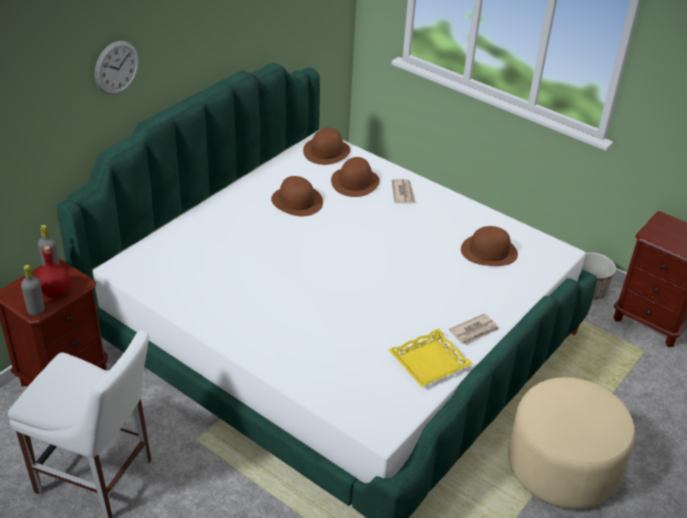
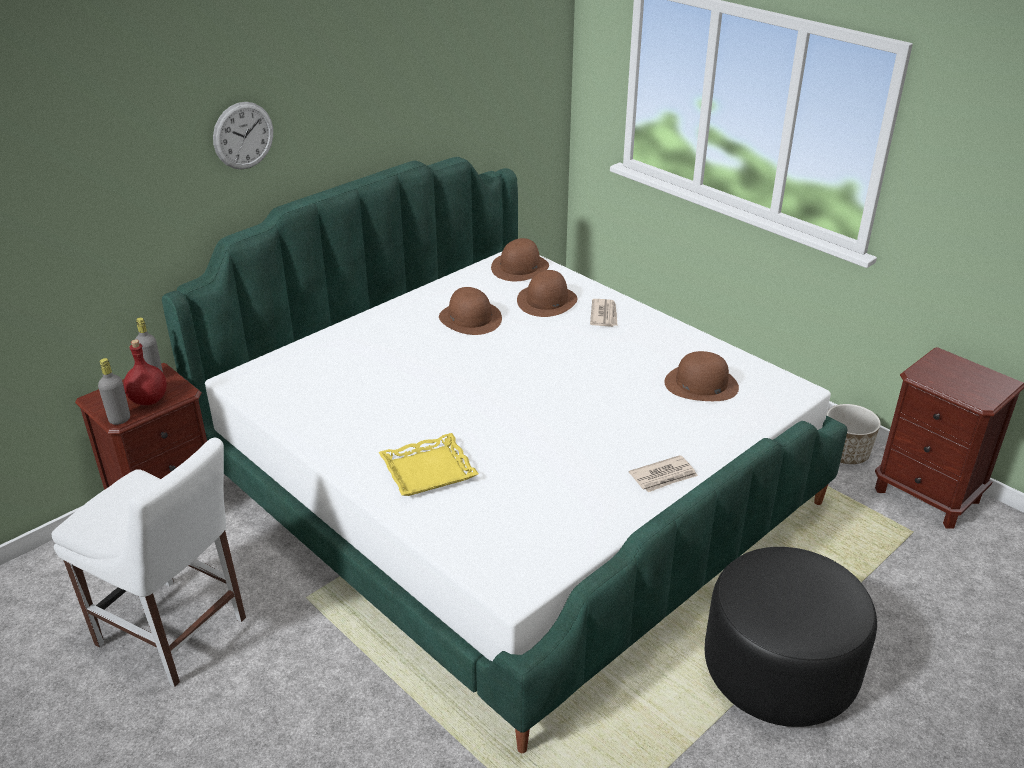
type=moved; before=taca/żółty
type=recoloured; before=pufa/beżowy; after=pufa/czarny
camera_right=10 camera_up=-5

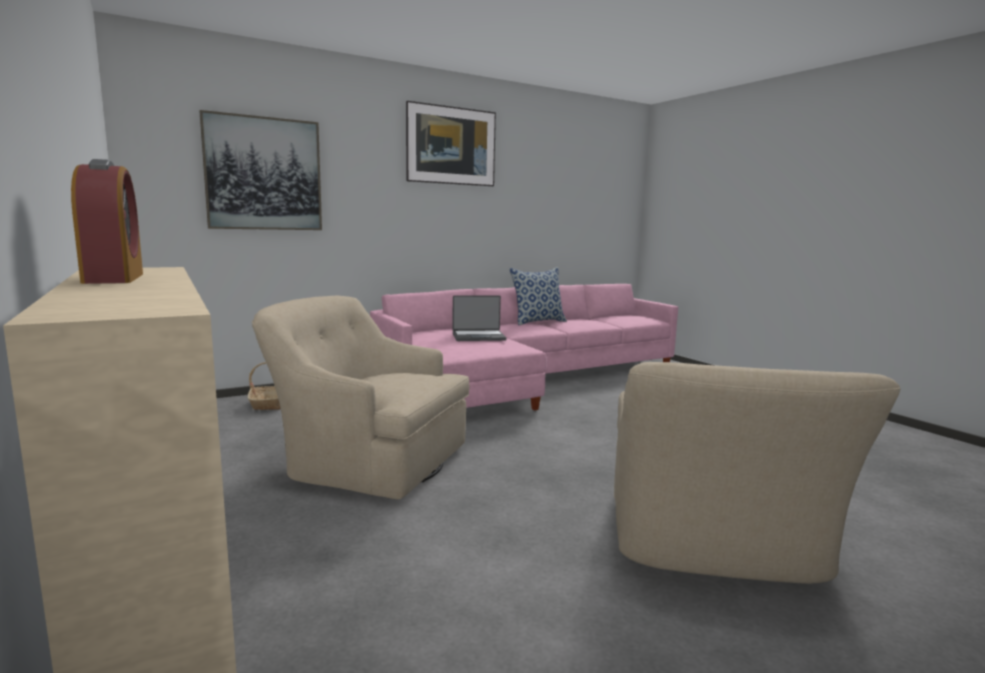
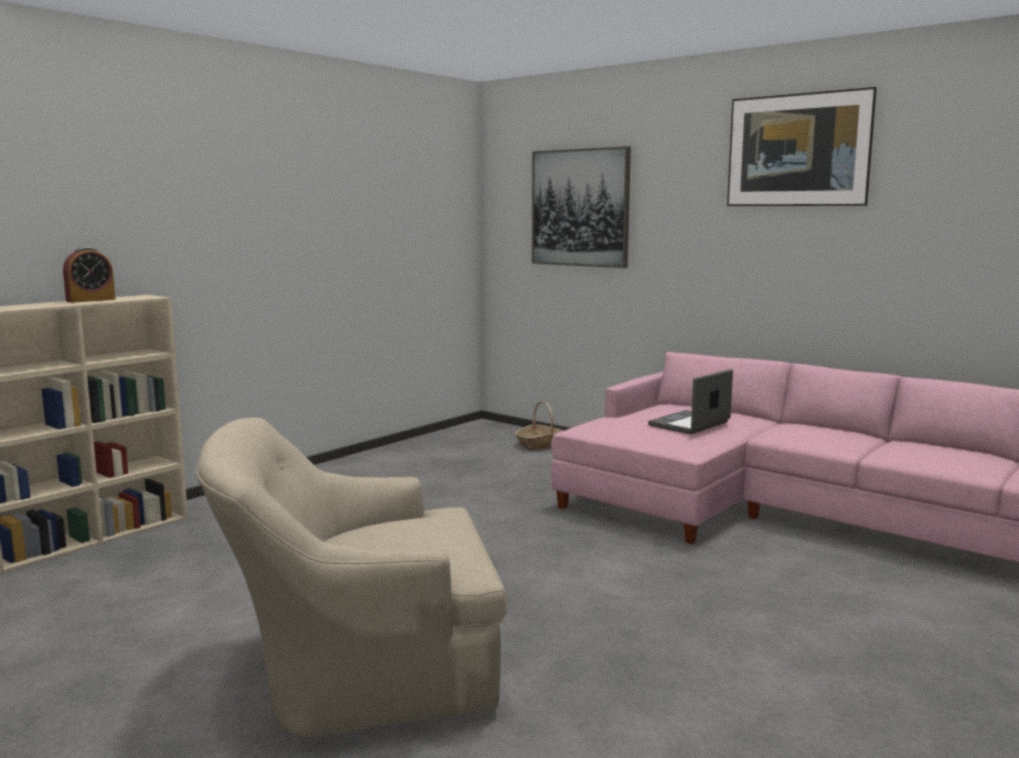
type=removed; before=fotel/beżowy (1st from left)
type=turned; before=laptop; turn=75
type=removed; before=poduszka
camera_right=70 camera_up=0

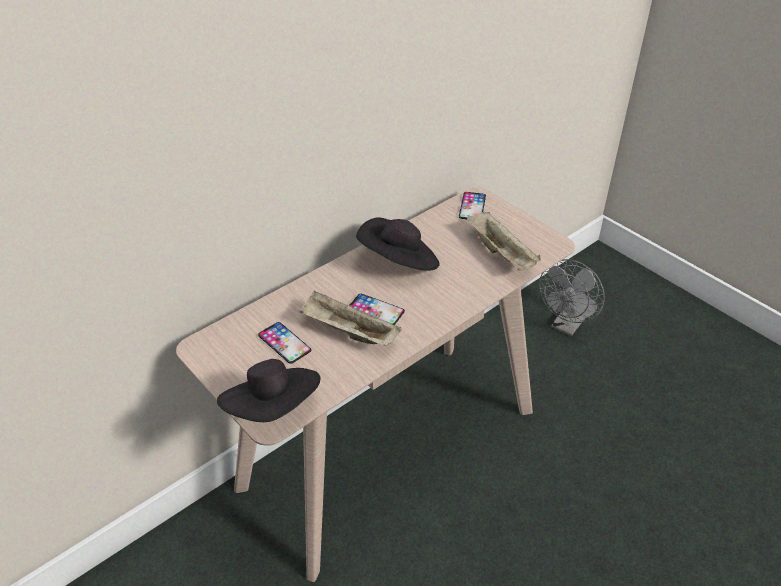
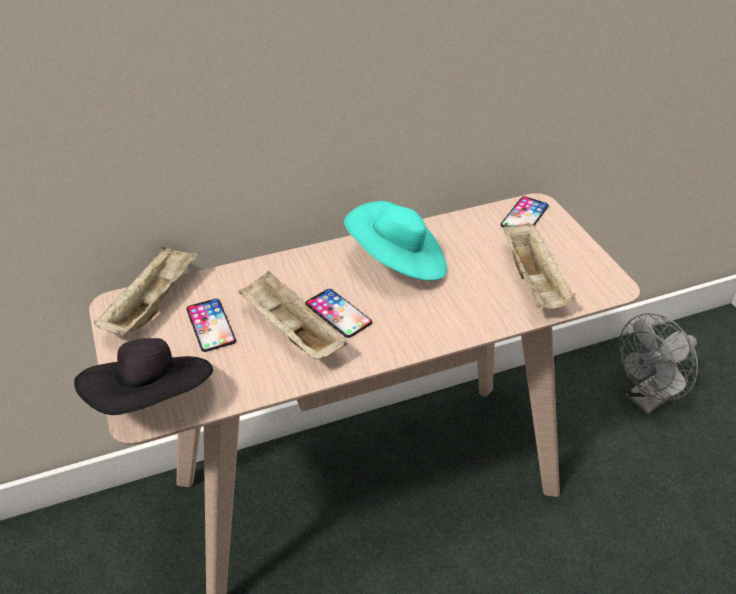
type=recoloured; before=kapelusz/czarny (2nd from left); after=kapelusz/turkusowy
type=added; after=taca/beżowy (1st from left)
camera_right=20 camera_up=0

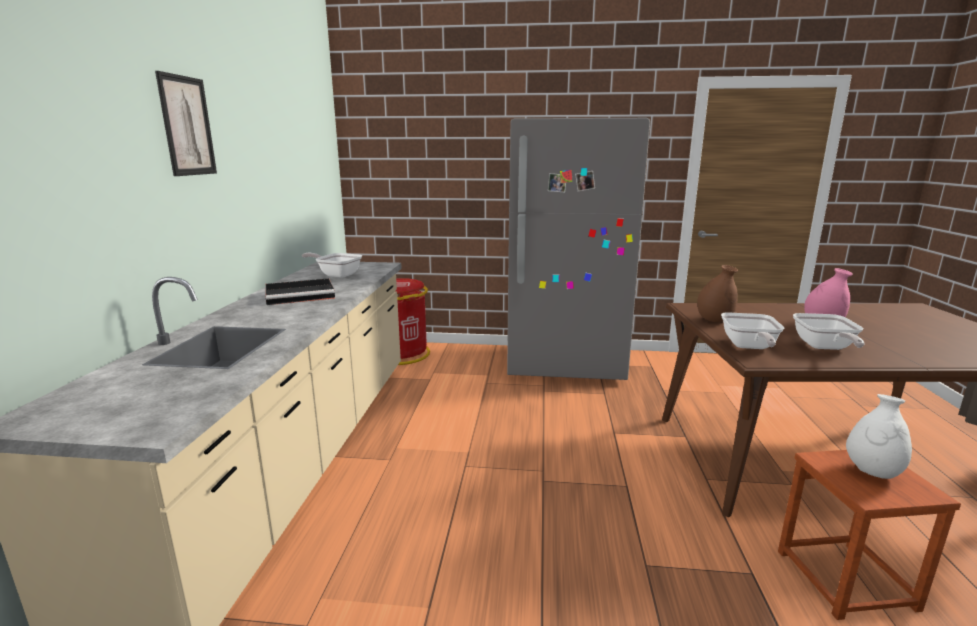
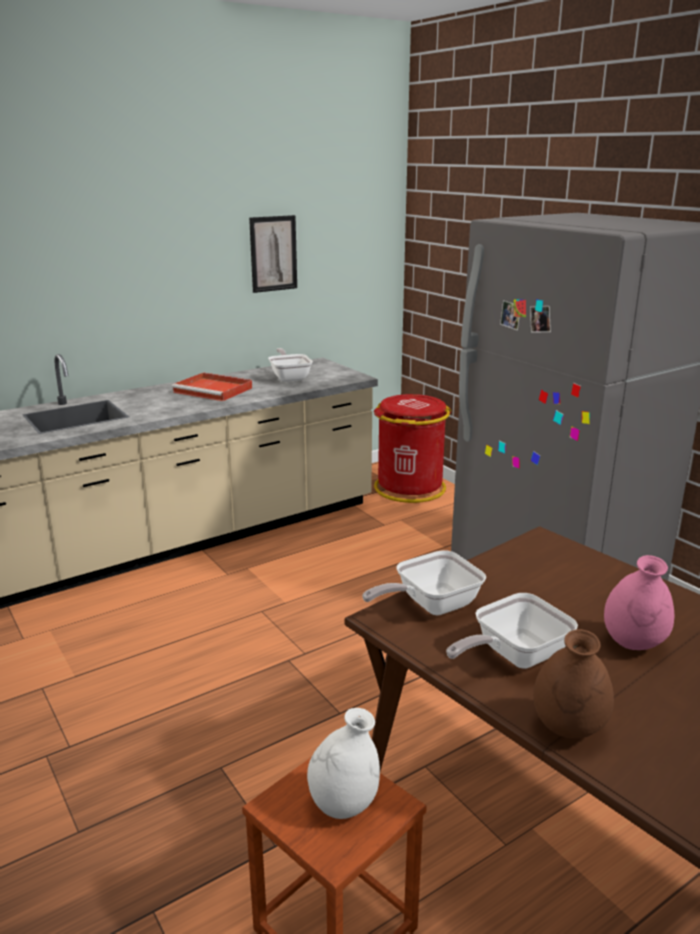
type=moved; before=obraz
type=recoloured; before=taca/czarny; after=taca/czerwony
type=moved; before=wazon/brązowy
camera_right=50 camera_up=5

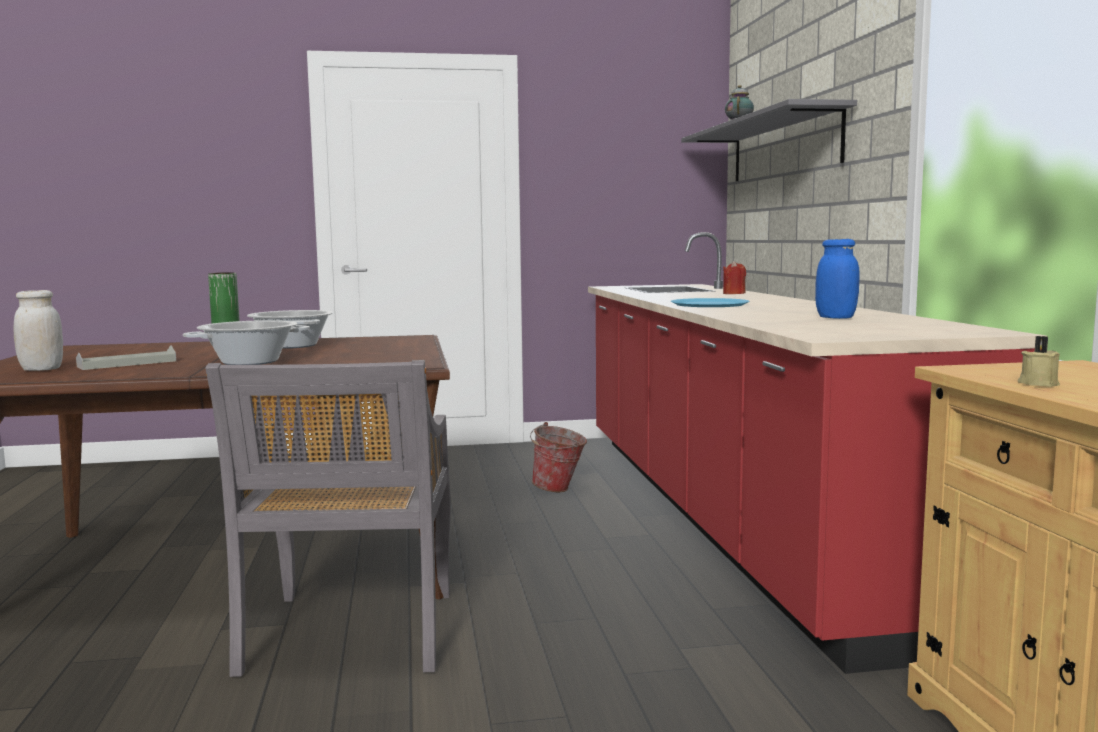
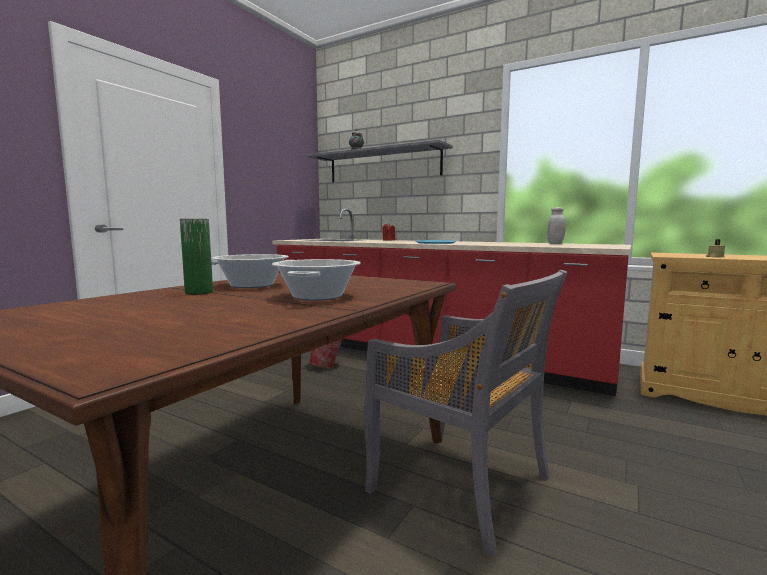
type=moved; before=słoik/biały
type=removed; before=taca/szary
type=removed; before=słoik/niebieski
camera_right=-50 camera_up=0

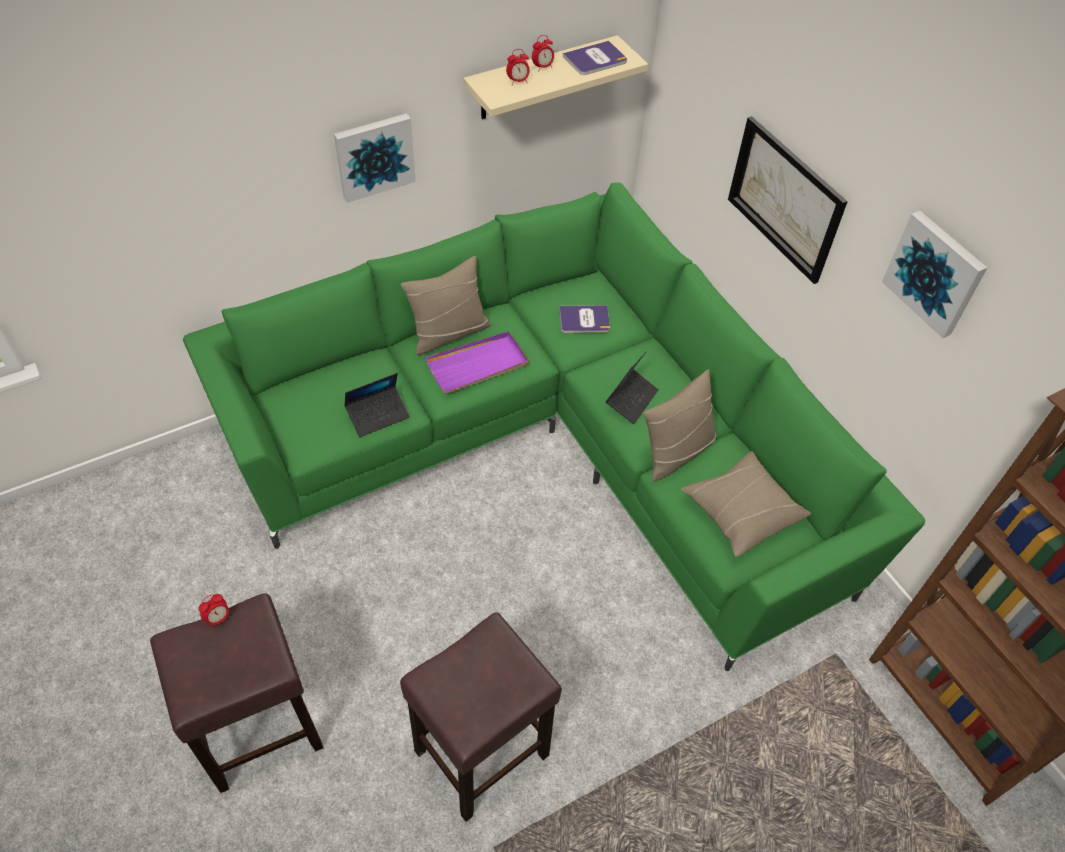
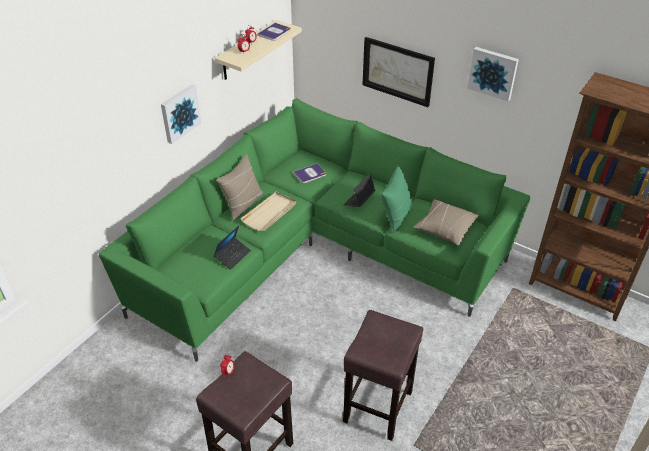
type=recoloured; before=taca/fioletowy; after=taca/beżowy
type=turned; before=laptop (2nd from left); turn=-150
type=recoloured; before=poduszka/beżowy (2nd from left); after=poduszka/zielony
camera_right=-25 camera_up=-10

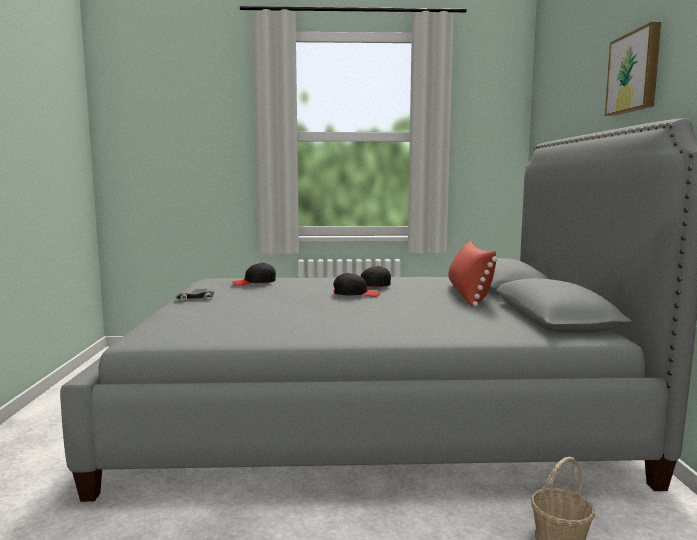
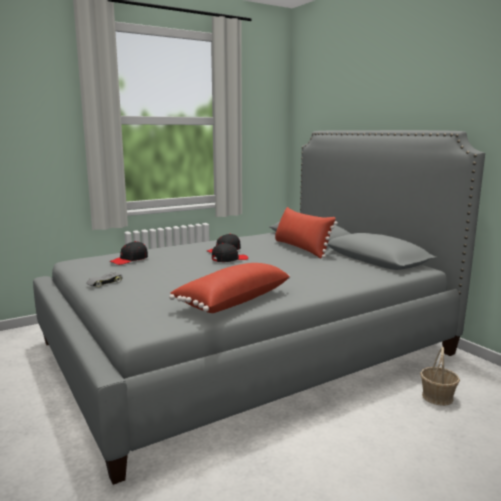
type=removed; before=obraz
type=added; after=poduszka/czerwony (1st from left)
camera_right=-30 camera_up=5

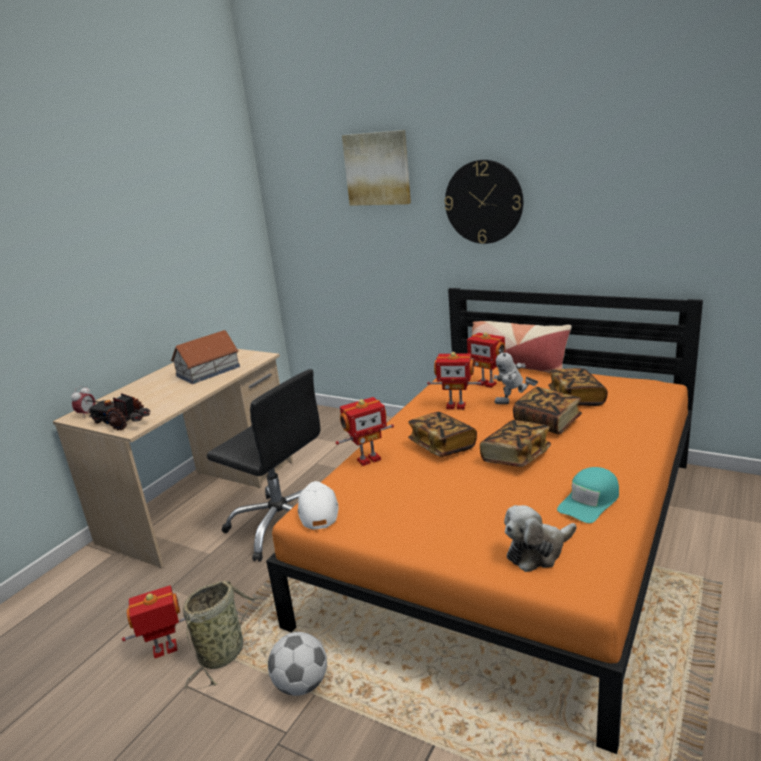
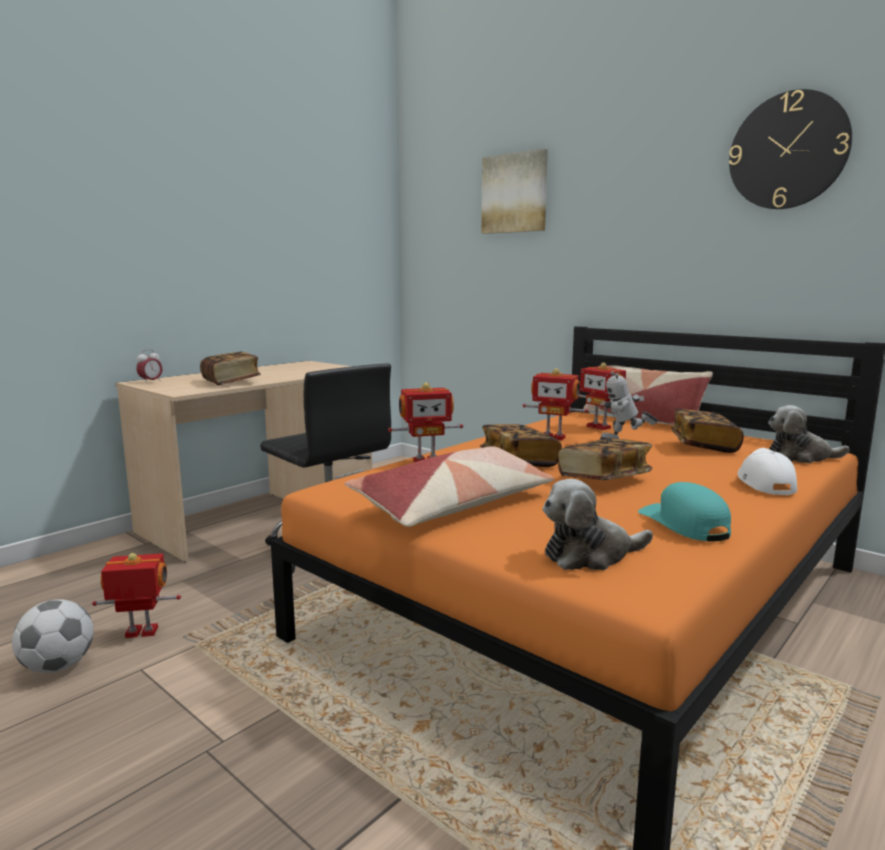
type=removed; before=ciężarówka zabawkowa
type=removed; before=domek
type=removed; before=koszyk
type=moved; before=piłka futbolowa
type=moved; before=czapka z daszkiem/biały
type=moved; before=zegar ścienny
type=moved; before=książka (3rd from left in the first image); after=książka (1st from left)
type=turned; before=czapka z daszkiem/turkusowy; turn=105
type=added; after=poduszka (1st from left)
type=added; after=pluszak (2nd from left)
camera_right=10 camera_up=-10

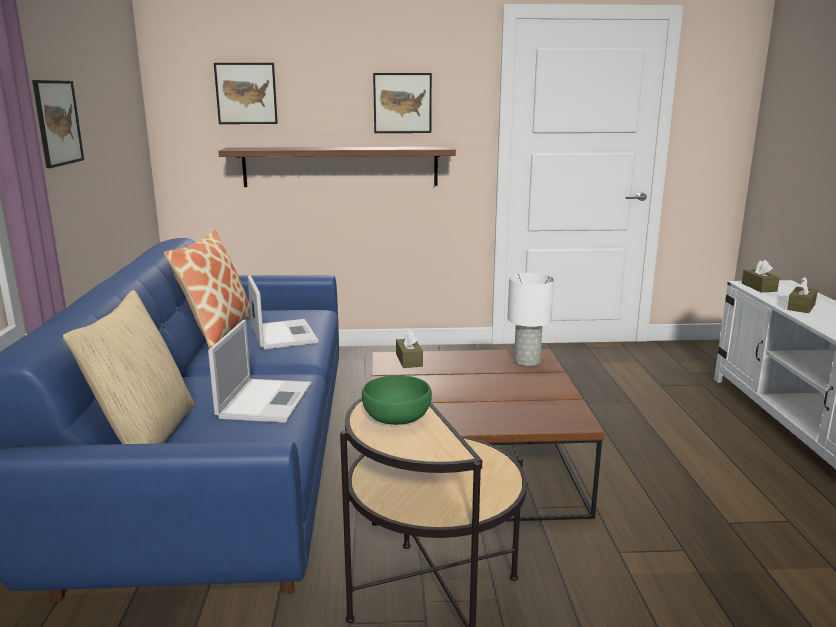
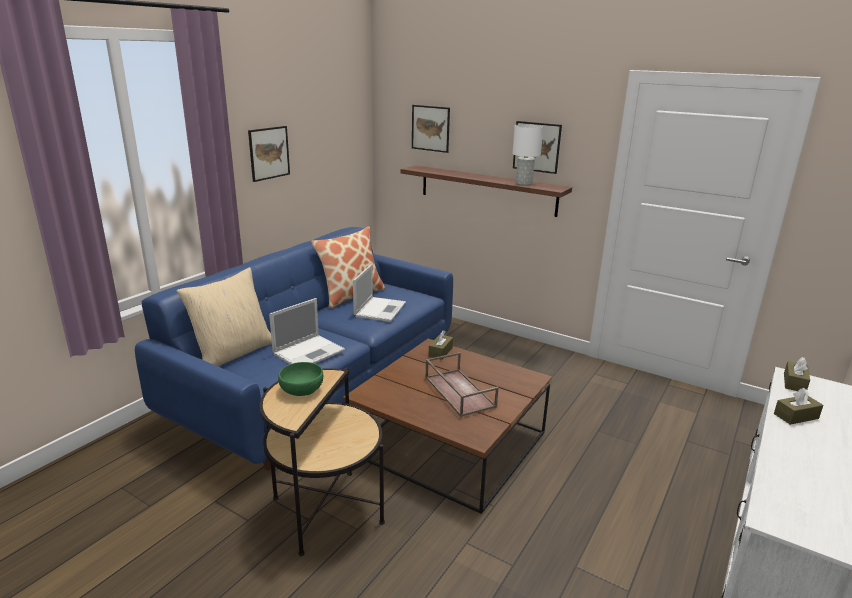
type=moved; before=lampa stołowa/biały
type=added; after=taca/brązowy
camera_right=35 camera_up=5

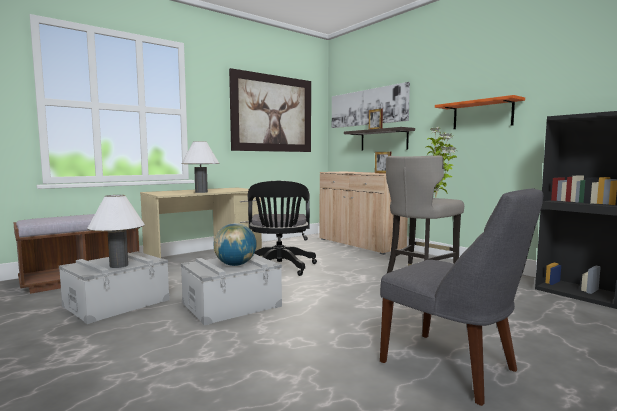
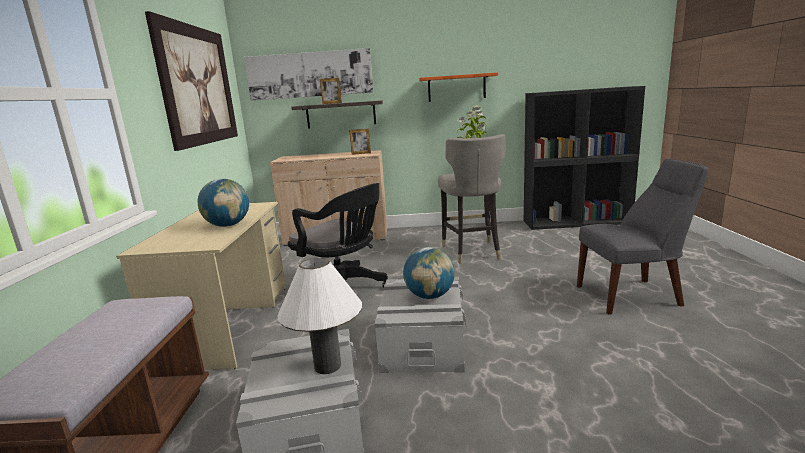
type=replaced; before=lampa stołowa/biały (2nd from left); after=globus (1st from left)
camera_right=-50 camera_up=10

